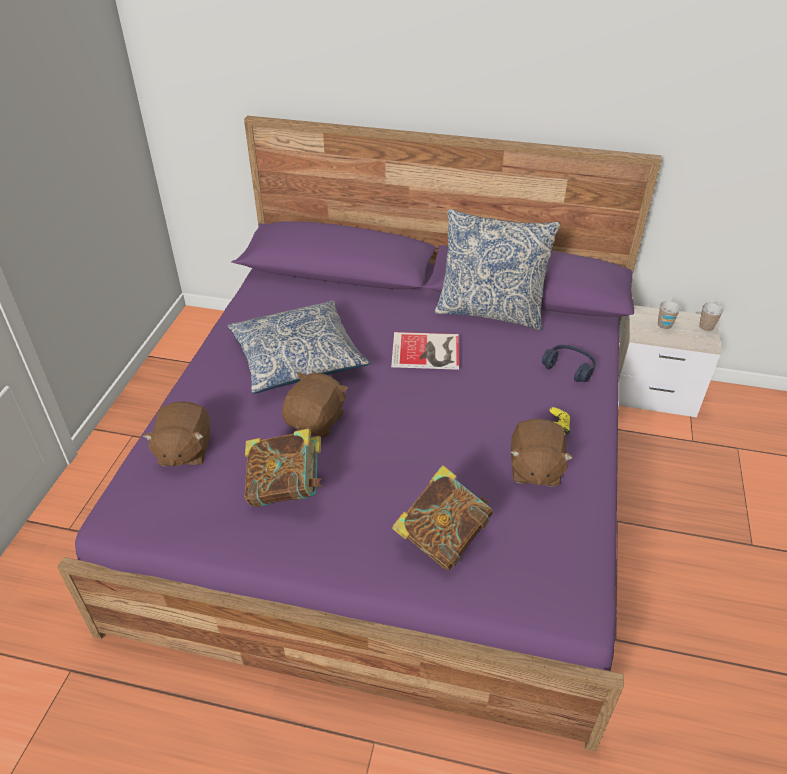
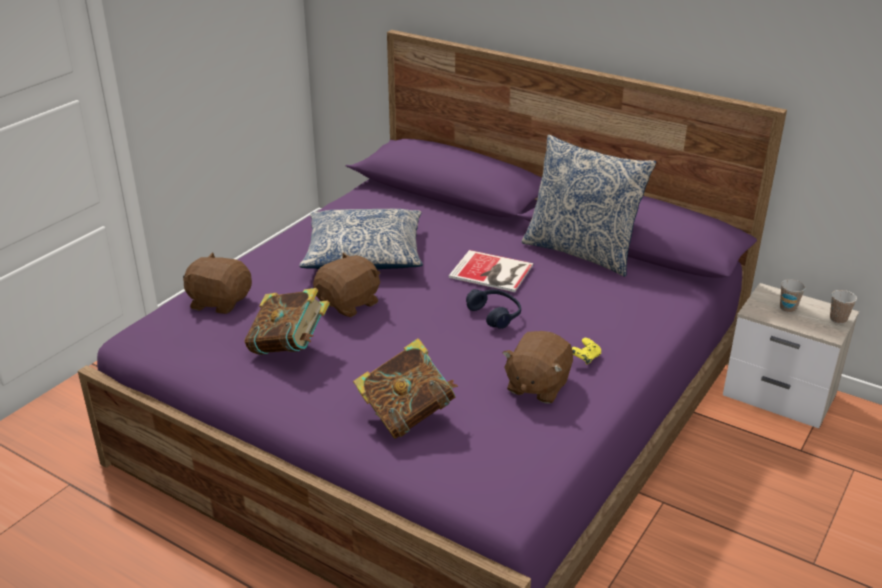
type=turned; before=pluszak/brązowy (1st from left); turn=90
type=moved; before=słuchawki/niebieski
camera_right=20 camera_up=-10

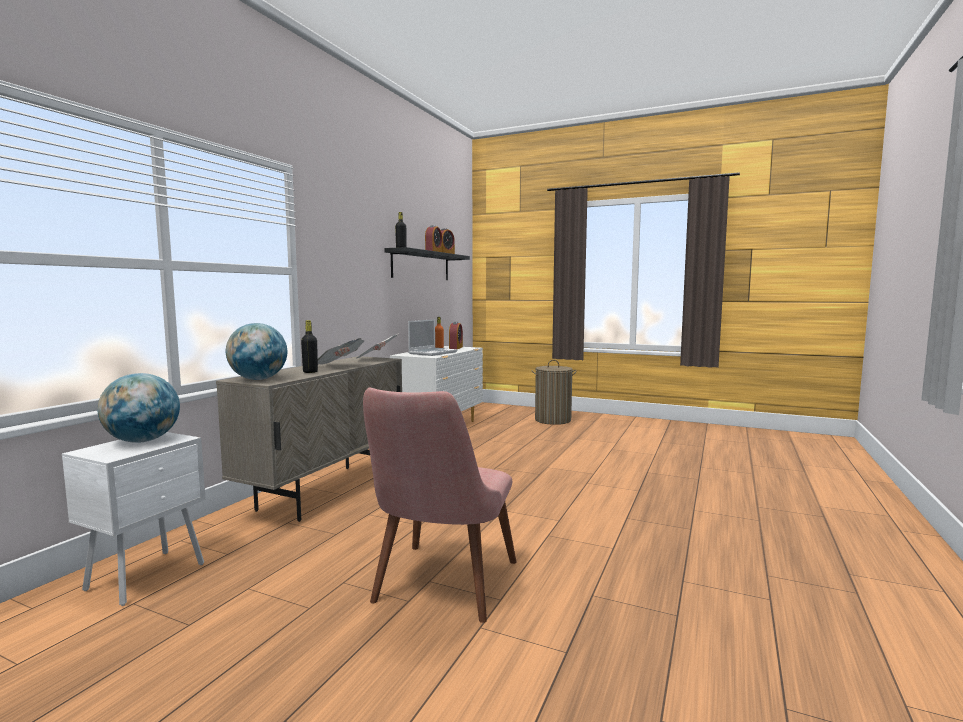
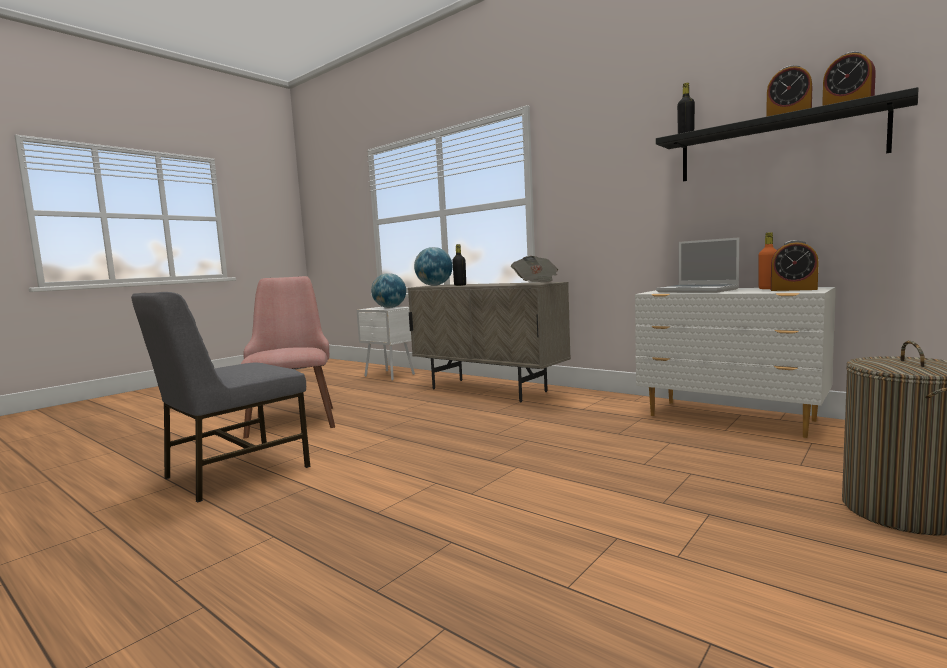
type=removed; before=gazeta (1st from left)
type=turned; before=krzesło/różowy; turn=45
type=added; after=krzesło/szary
camera_right=105 camera_up=0

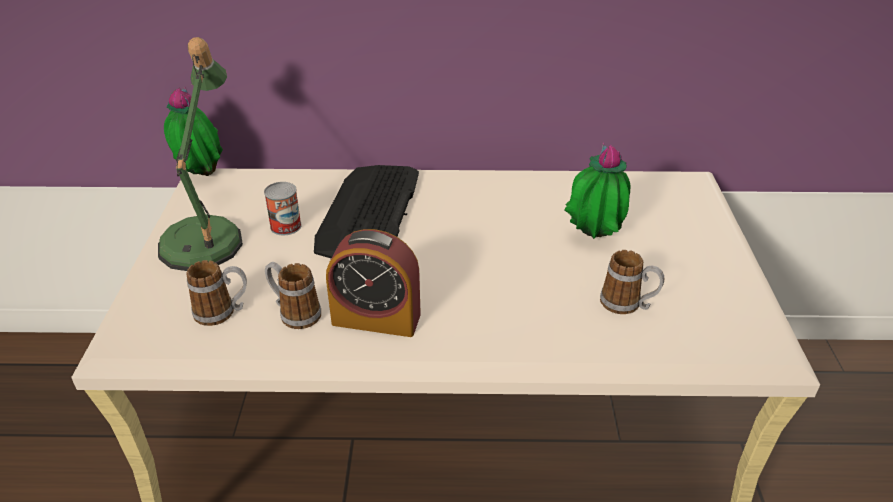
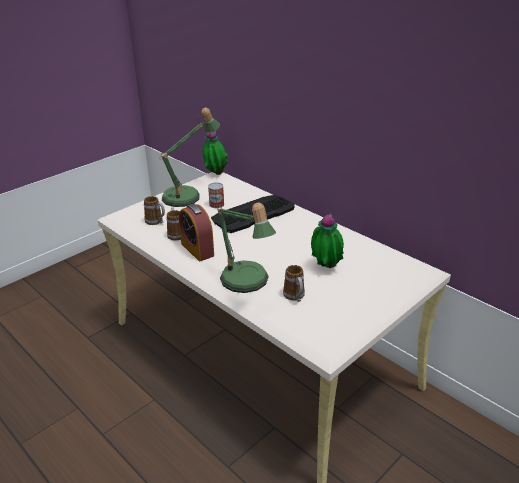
type=added; after=lampa stołowa (2nd from left)
camera_right=45 camera_up=-5

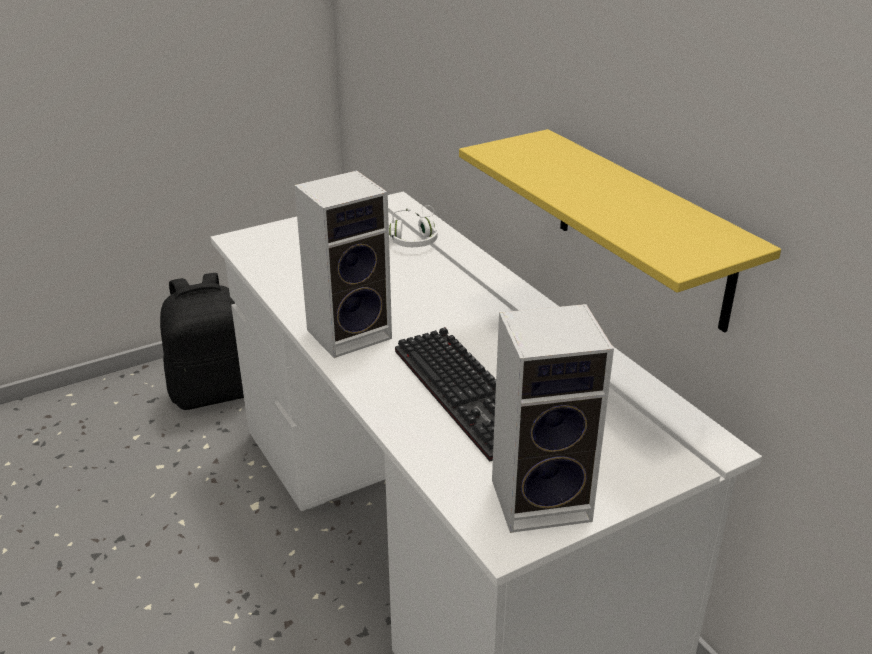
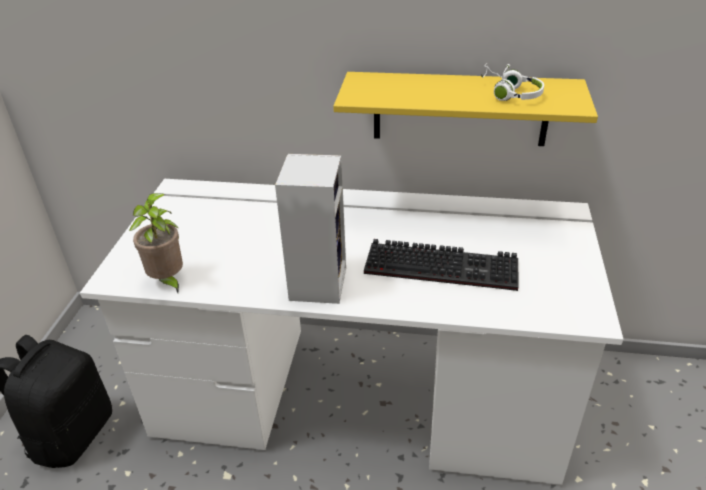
type=moved; before=słuchawki/biały
type=removed; before=głośnik (2nd from left)
type=added; after=roślina doniczkowa
camera_right=-50 camera_up=5

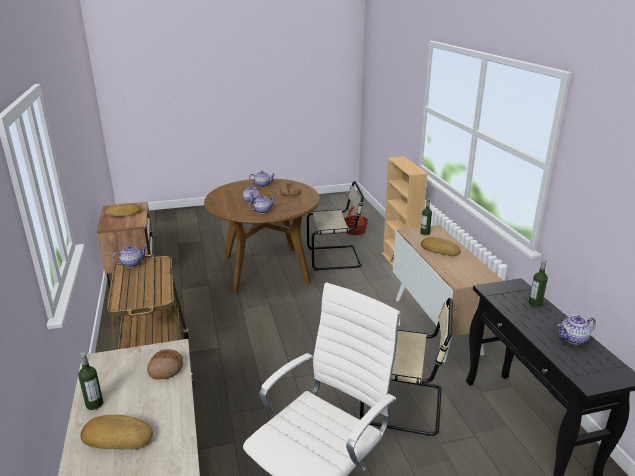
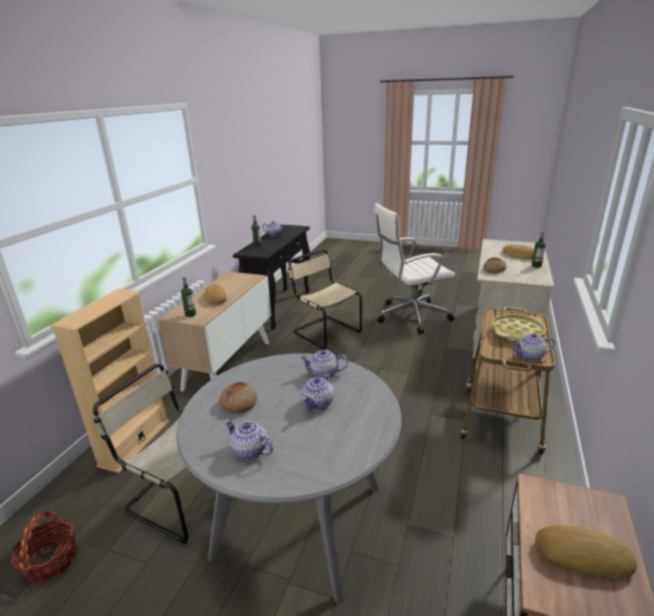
type=recoloured; before=stół jadalny/brązowy; after=stół jadalny/szary
type=added; after=taca/żółty
camera_right=-145 camera_up=0

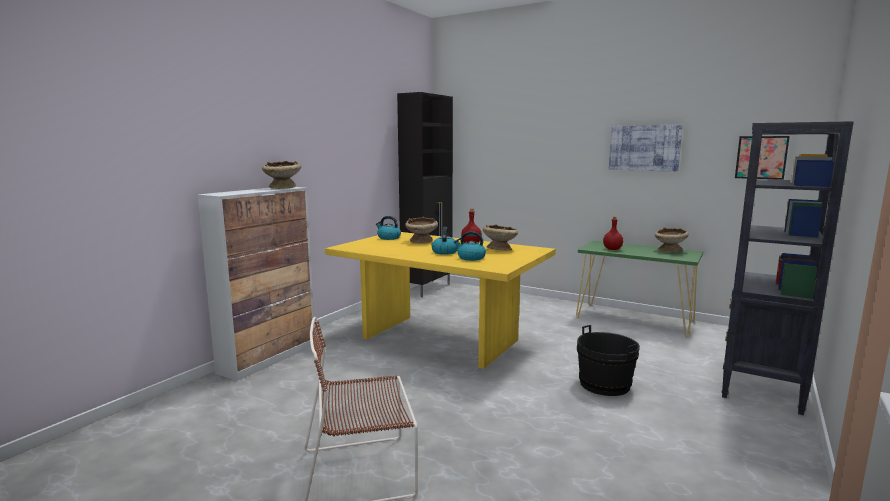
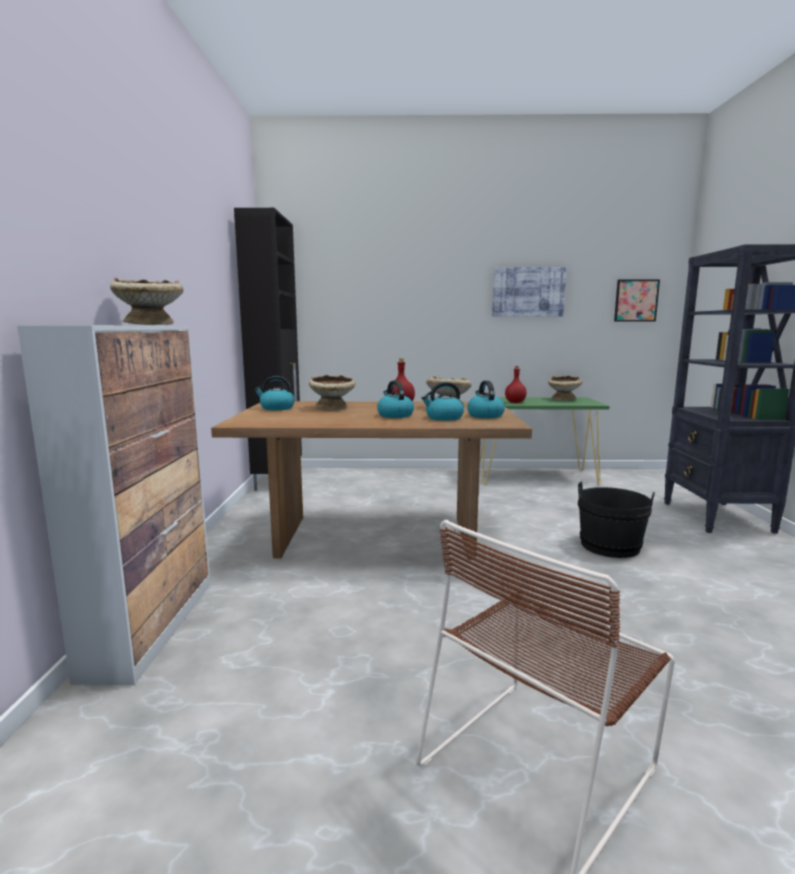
type=recoloured; before=stół jadalny/żółty; after=stół jadalny/brązowy
type=added; after=czajnik (4th from left)
camera_right=-30 camera_up=0

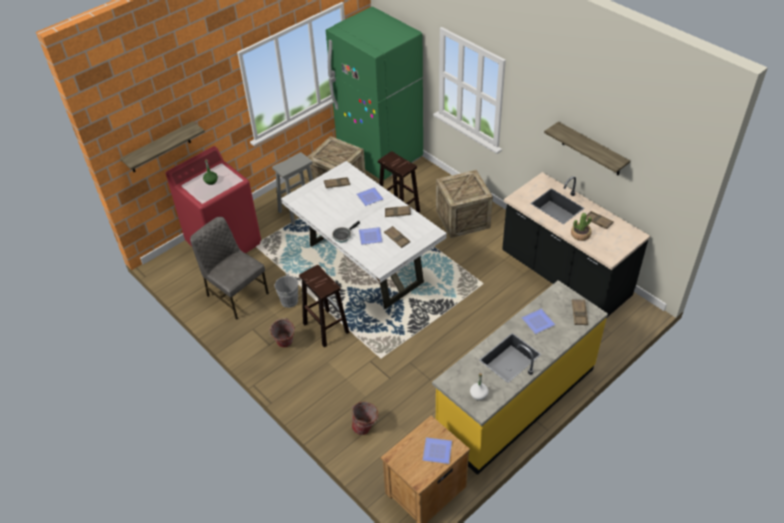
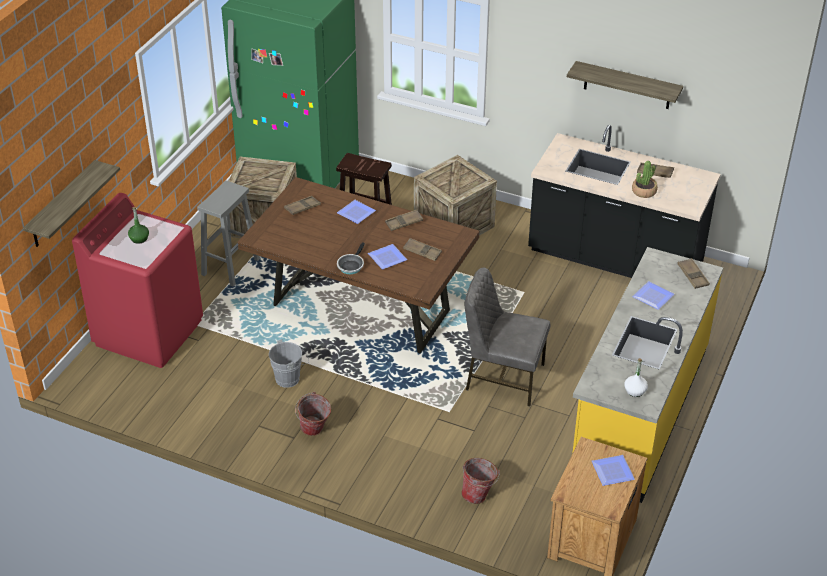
type=moved; before=krzesło/szary
type=recoloured; before=stół jadalny/biały; after=stół jadalny/brązowy
type=removed; before=stołek/brązowy (1st from left)
camera_right=-25 camera_up=-5

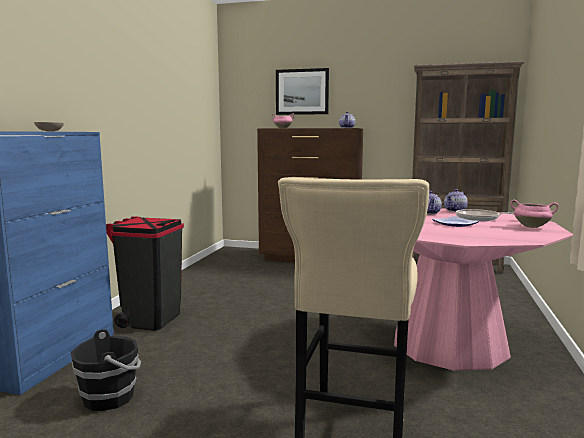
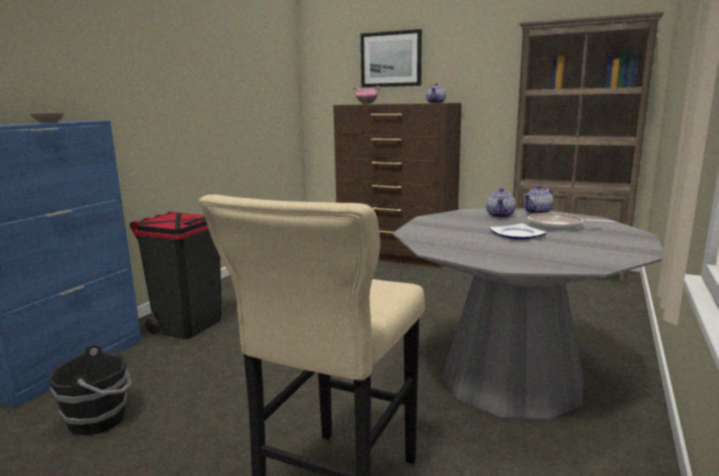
type=recoloured; before=stół jadalny/różowy; after=stół jadalny/szary
type=removed; before=garnek/różowy (2nd from left)
camera_right=10 camera_up=5

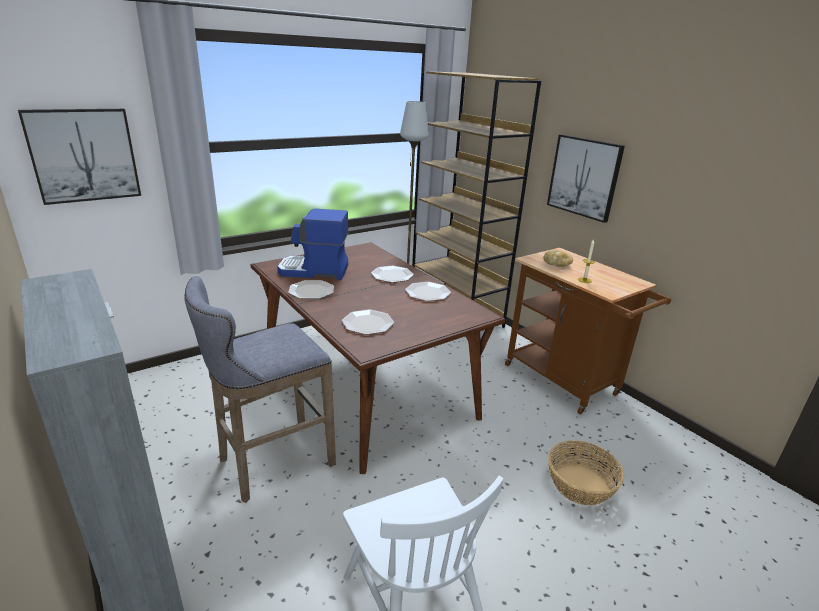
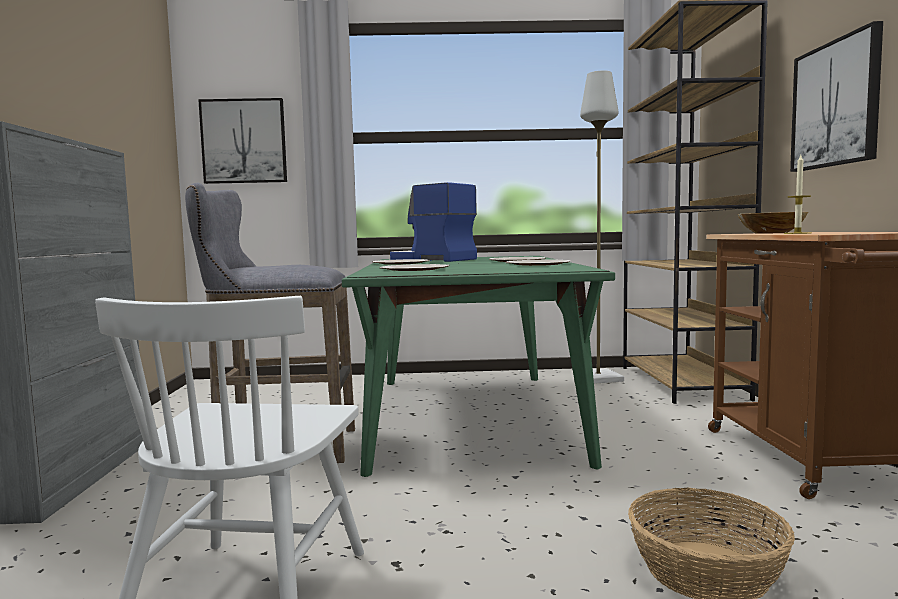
type=recoloured; before=stół jadalny/brązowy; after=stół jadalny/zielony
type=replaced; before=chleb; after=miska
camera_right=35 camera_up=-20

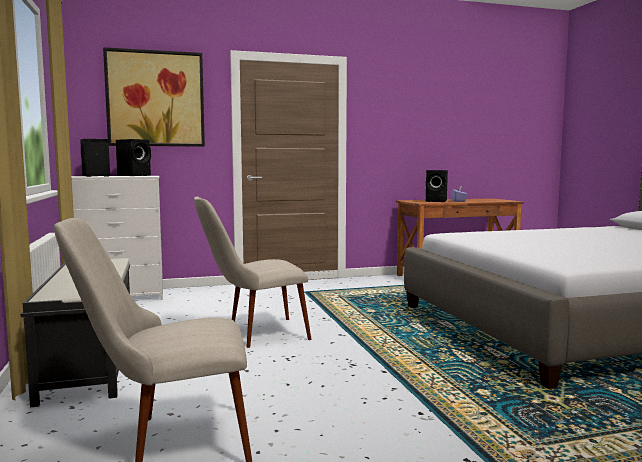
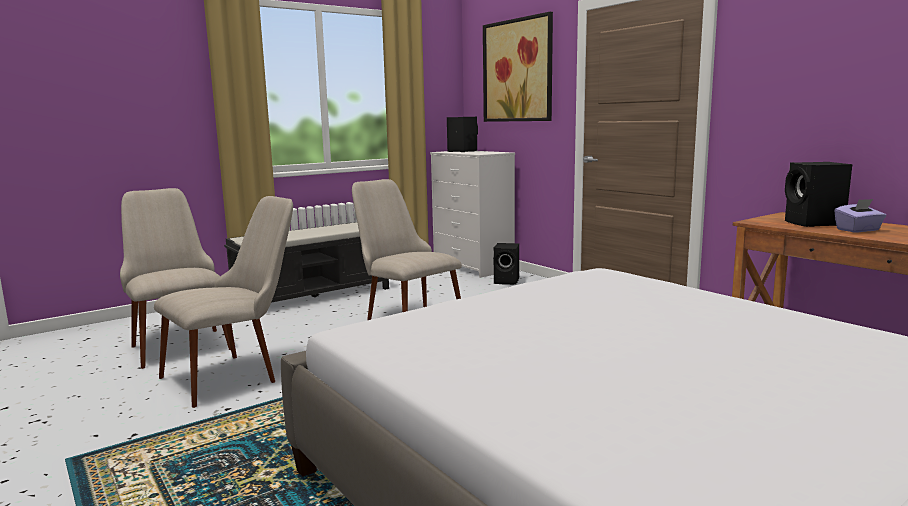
type=moved; before=głośnik/czarny (2nd from left)
type=added; after=krzesło/beżowy (2nd from left)
camera_right=70 camera_up=5

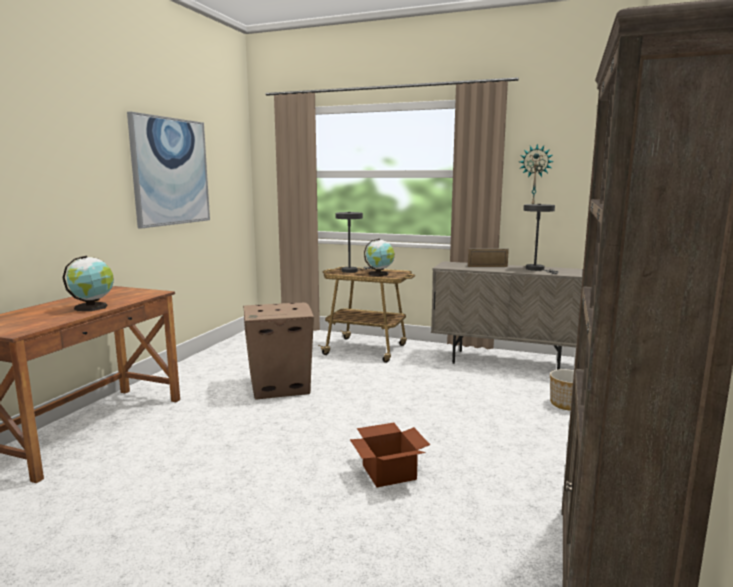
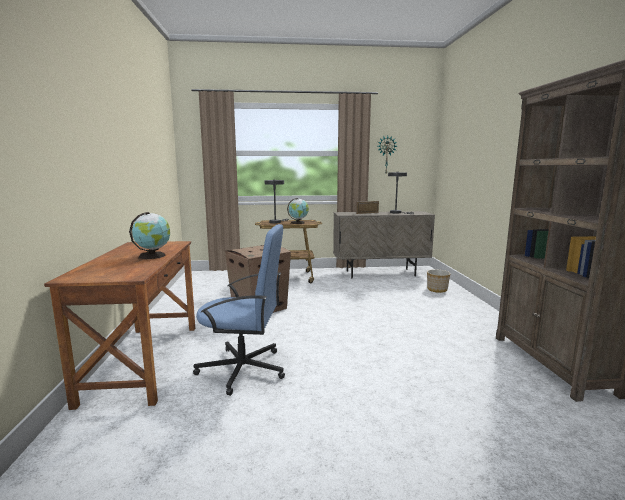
type=removed; before=obraz
type=removed; before=karton (2nd from left)
type=added; after=krzesło biurowe/niebieski
camera_right=-25 camera_up=0

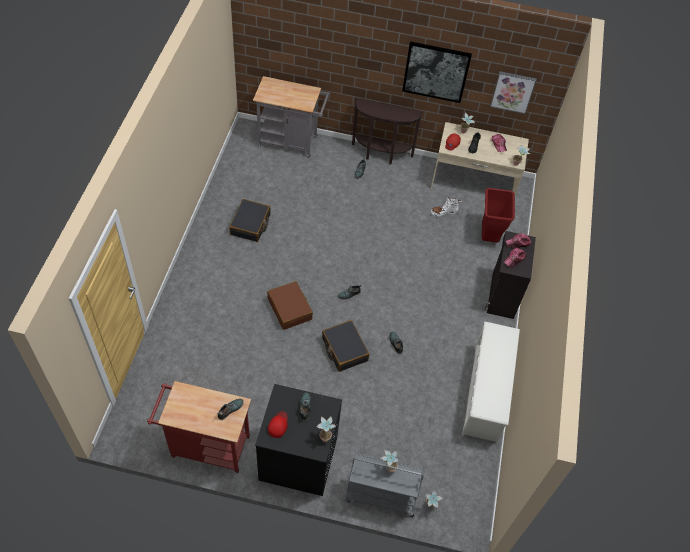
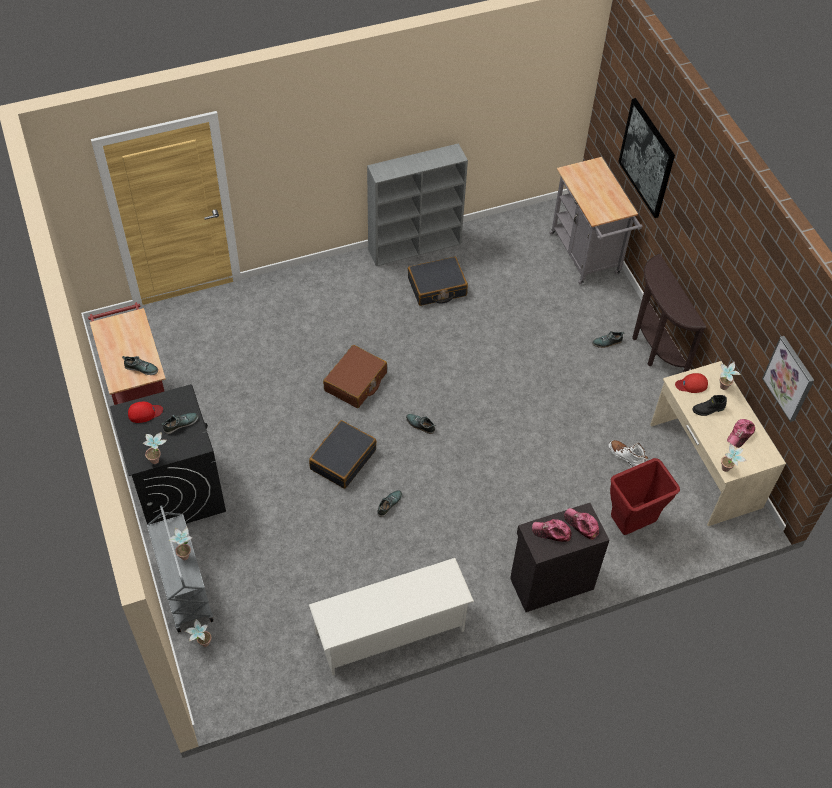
type=moved; before=obraz (1st from left)
type=added; after=regał/szary
camera_right=60 camera_up=0

